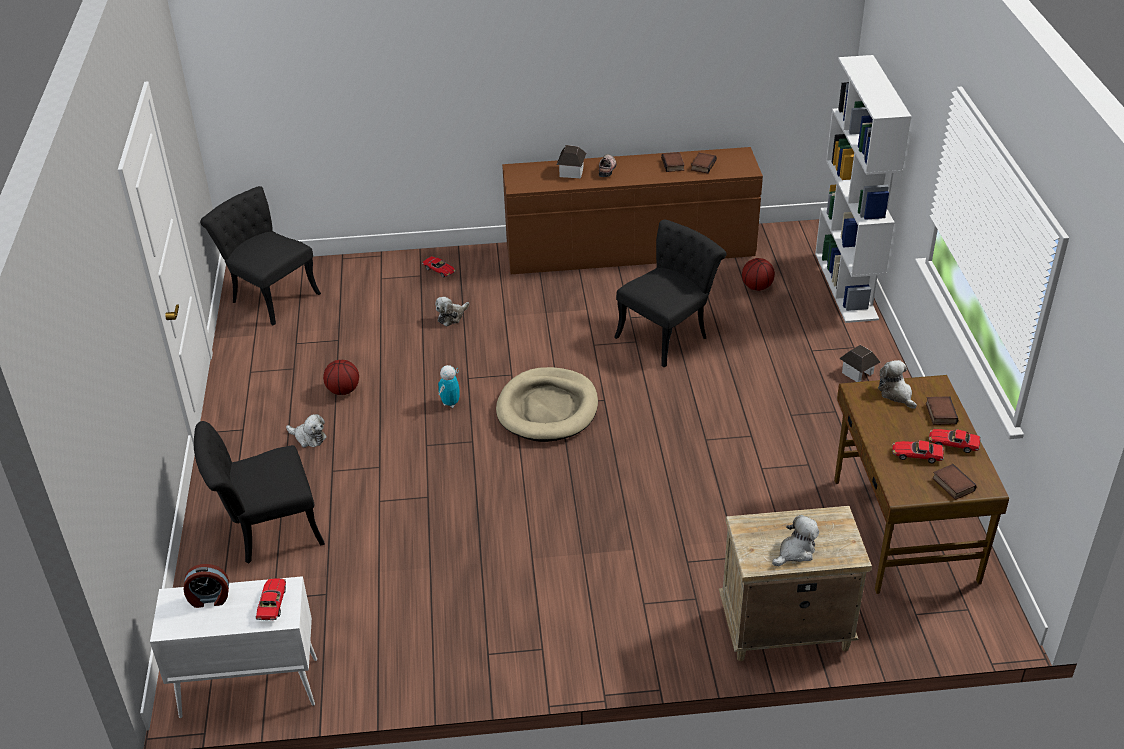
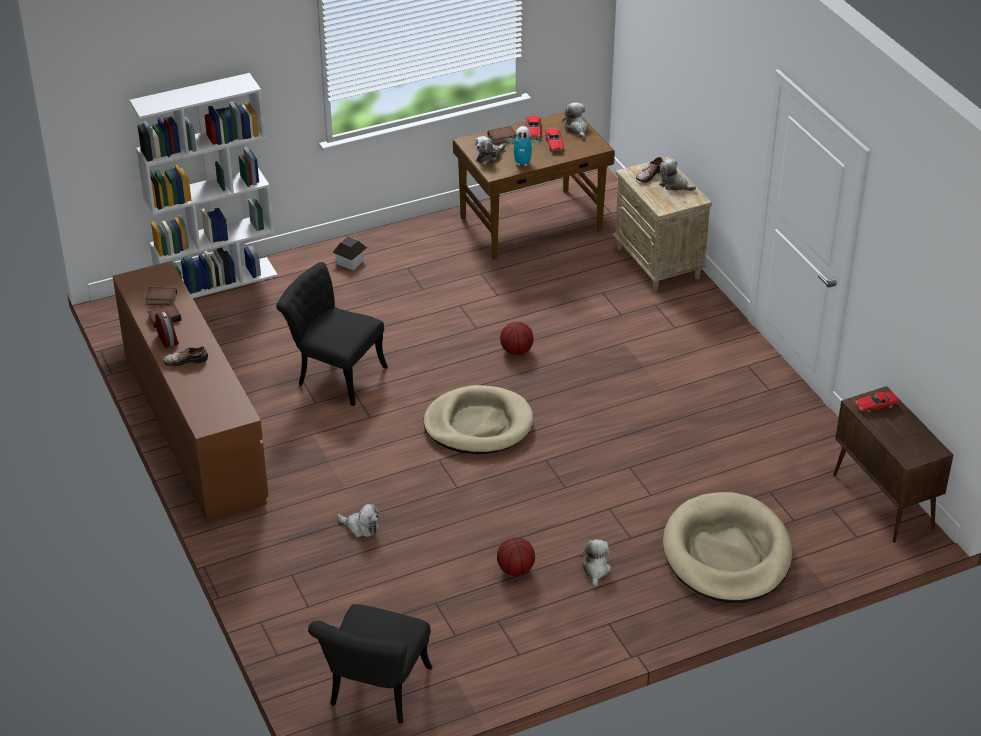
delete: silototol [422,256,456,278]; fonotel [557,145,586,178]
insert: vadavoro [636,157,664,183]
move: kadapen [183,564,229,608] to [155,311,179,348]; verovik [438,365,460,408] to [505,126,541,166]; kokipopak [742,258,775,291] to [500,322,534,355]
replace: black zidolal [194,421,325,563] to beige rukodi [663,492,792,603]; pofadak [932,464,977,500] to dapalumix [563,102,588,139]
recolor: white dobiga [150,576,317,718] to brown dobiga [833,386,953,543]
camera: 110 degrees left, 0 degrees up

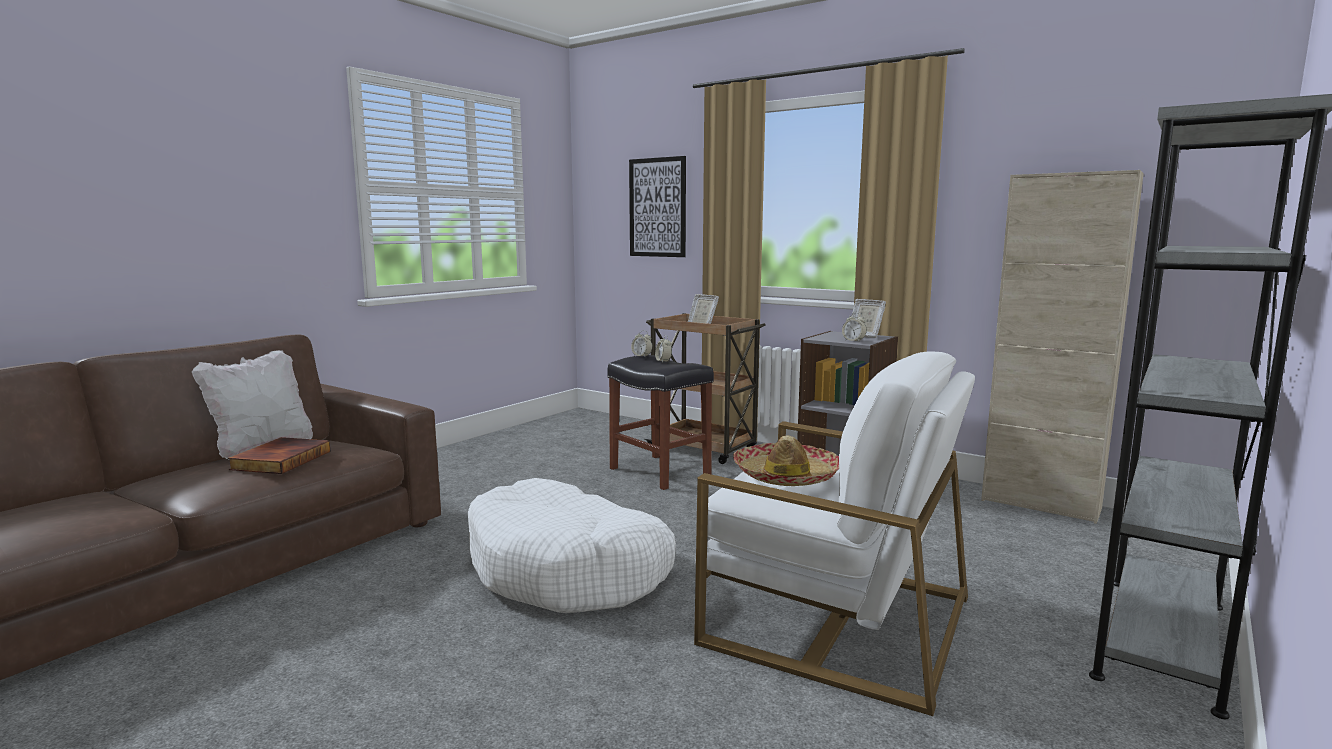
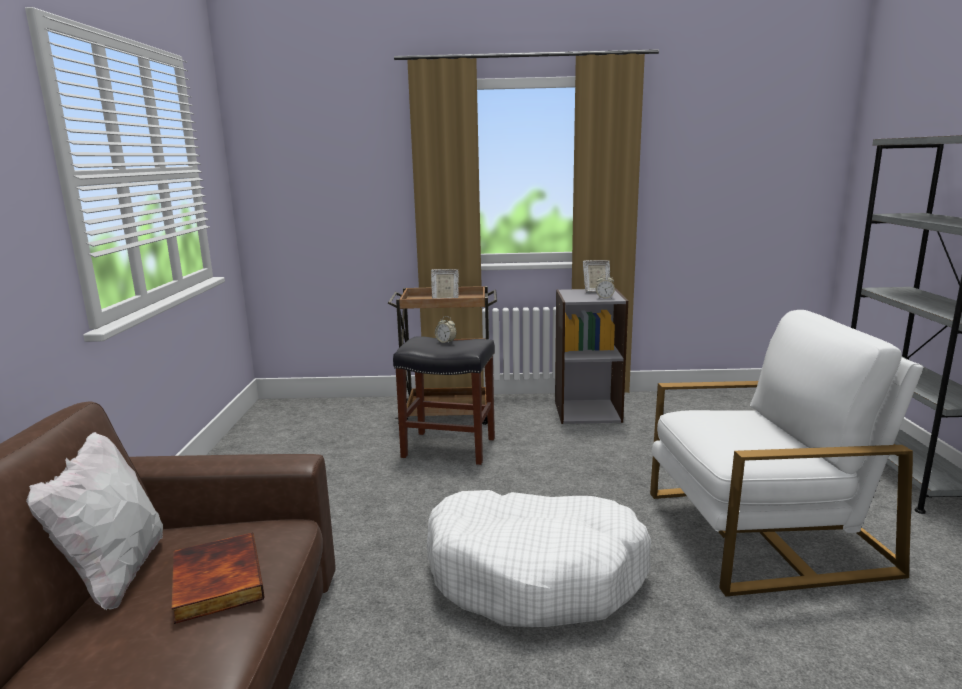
delete: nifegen [629,156,686,257]; kadapen [631,330,652,357]; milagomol [733,436,839,486]; beige dobiga [981,170,1144,524]
camera: 35 degrees left, 5 degrees up

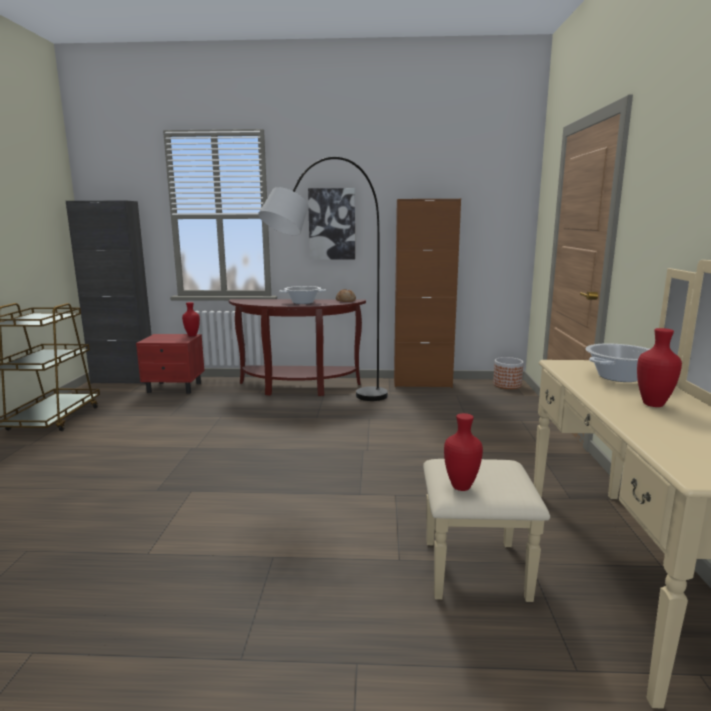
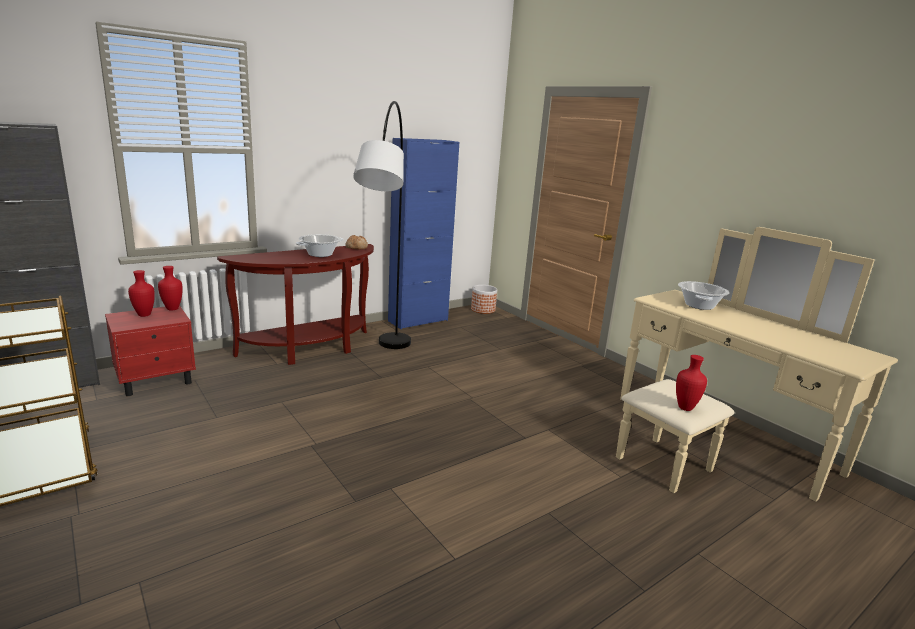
delete: nifegen [308,188,355,260]
move: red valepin [637,328,682,407] to [128,270,155,317]
recolor: brown dobiga [394,199,461,388] to blue dobiga [388,138,459,329]
camera: 40 degrees left, 5 degrees up

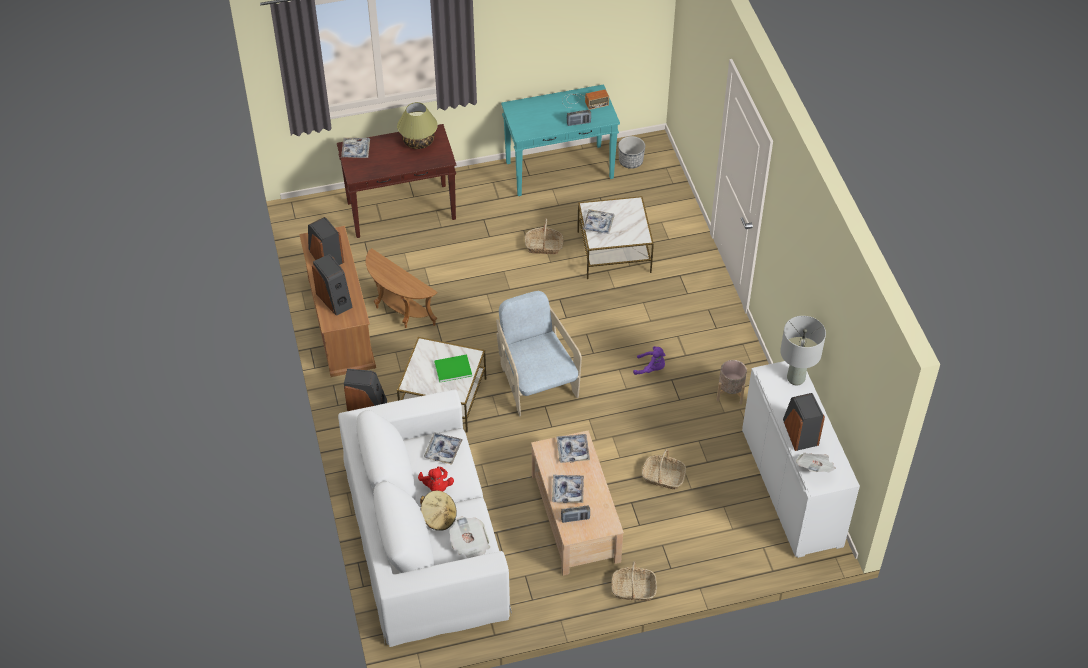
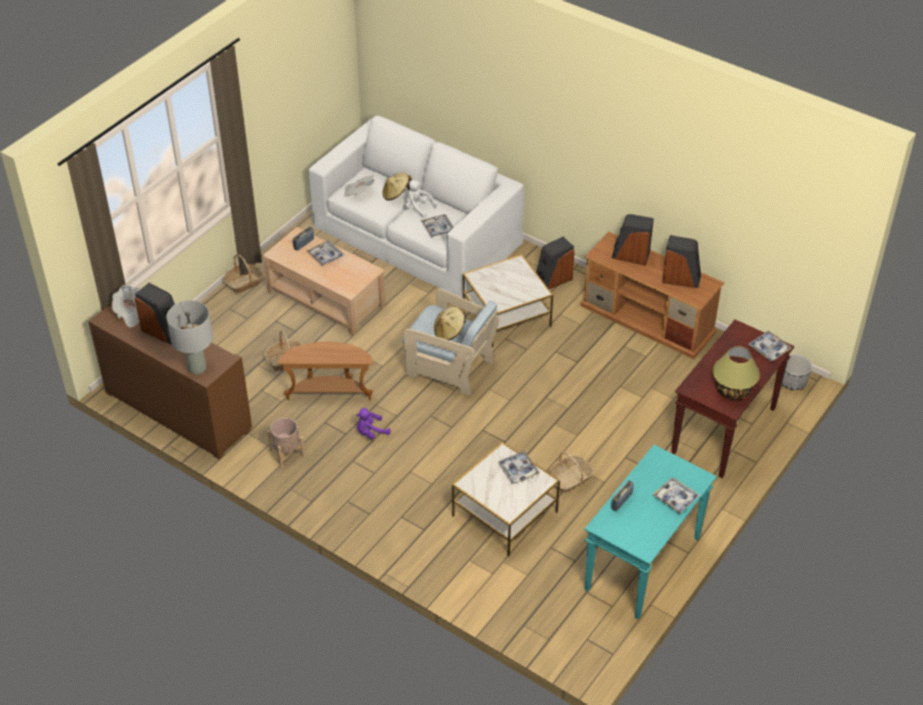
delete: green pofadak [434,354,472,383]; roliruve [562,89,609,110]
insert: beige milagomol [434,307,466,340]
move: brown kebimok [366,248,438,328] to [278,342,373,400]; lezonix [556,434,590,463] to [652,477,700,514]; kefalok [618,136,645,169] to [782,354,812,390]
recolor: red dapalumix [418,466,454,492] to white dapalumix [405,180,437,218]; white dobiga [742,361,860,558] to brown dobiga [88,303,252,459]
camera: 140 degrees right, 5 degrees down

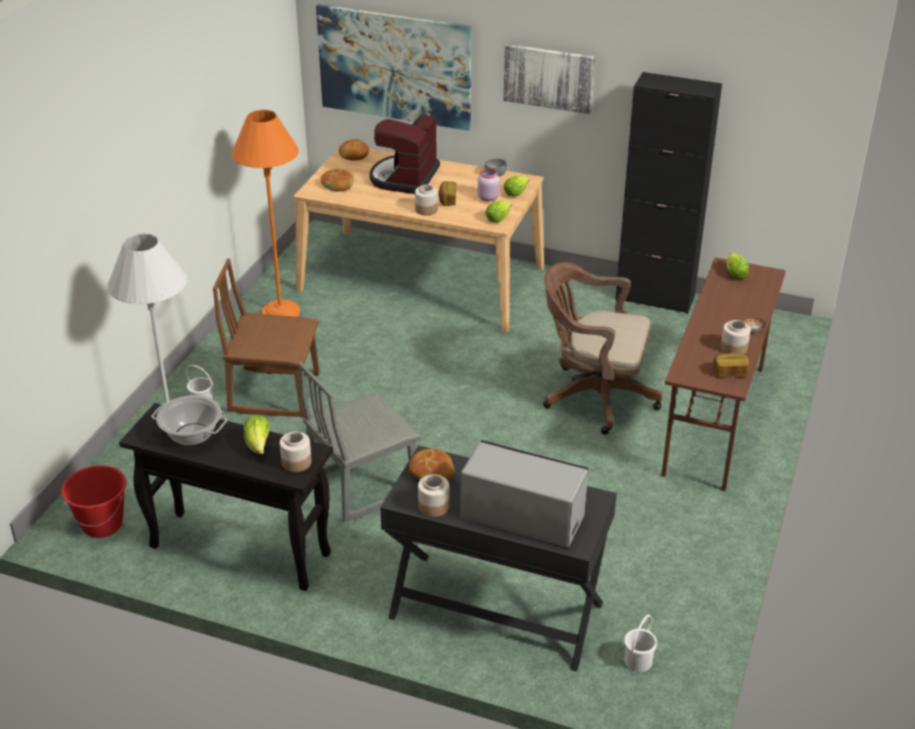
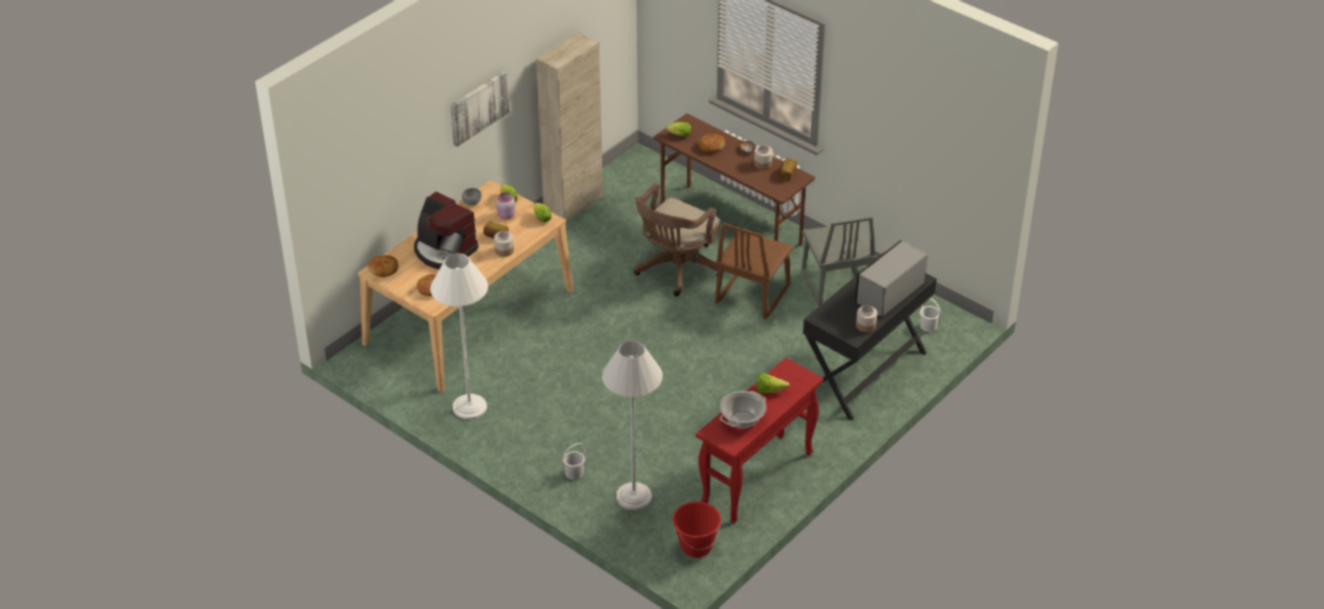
delete: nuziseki [280,432,312,472]; nifegen [316,4,471,131]
move: brown zidolal [213,258,319,417] to [715,223,794,320]; grey zidolal [299,362,421,522] to [802,216,876,306]; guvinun [409,449,455,480] to [698,134,725,153]
recolor: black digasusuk [119,403,333,591] to red digasusuk [696,358,824,523]; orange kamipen [231,110,300,317] to white kamipen [430,253,488,419]; black dobiga [616,72,722,314] to beige dobiga [536,32,603,222]
camera: 70 degrees left, 5 degrees up

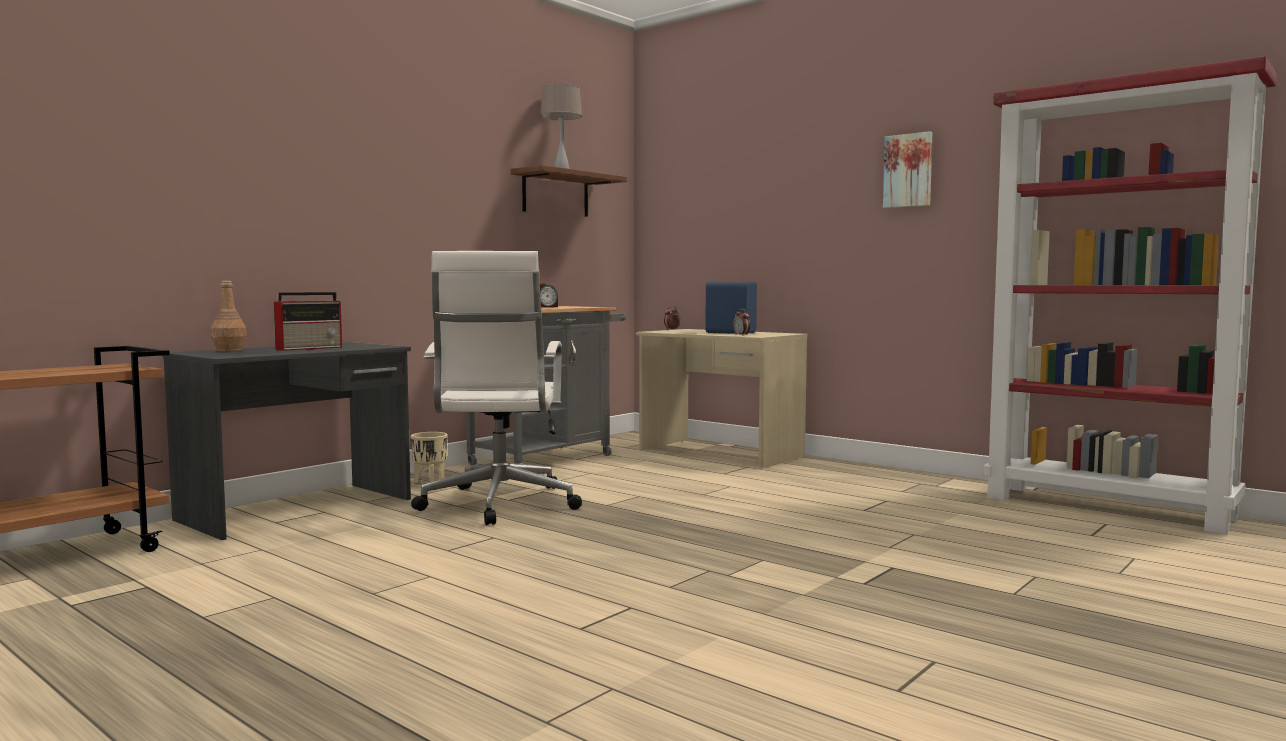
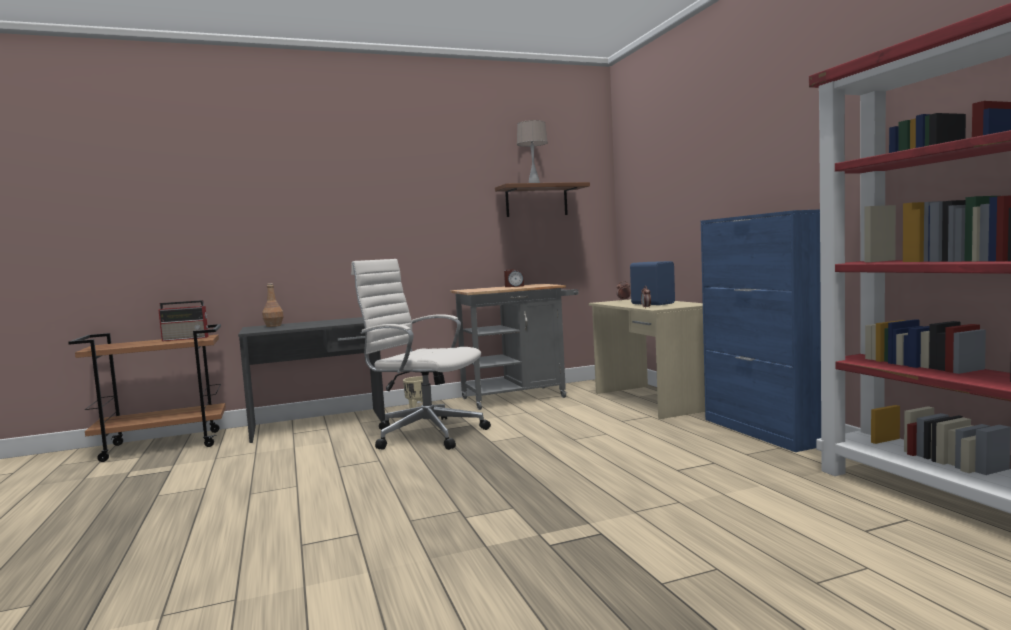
delete: nifegen [883,131,932,208]
insert: blue dobiga [701,209,821,452]
move: roliruve [274,292,342,351] to [159,300,209,341]
rotate: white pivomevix [411,251,582,525] = [351,259,491,450] 90 degrees clockwise
camera: 30 degrees right, 0 degrees up

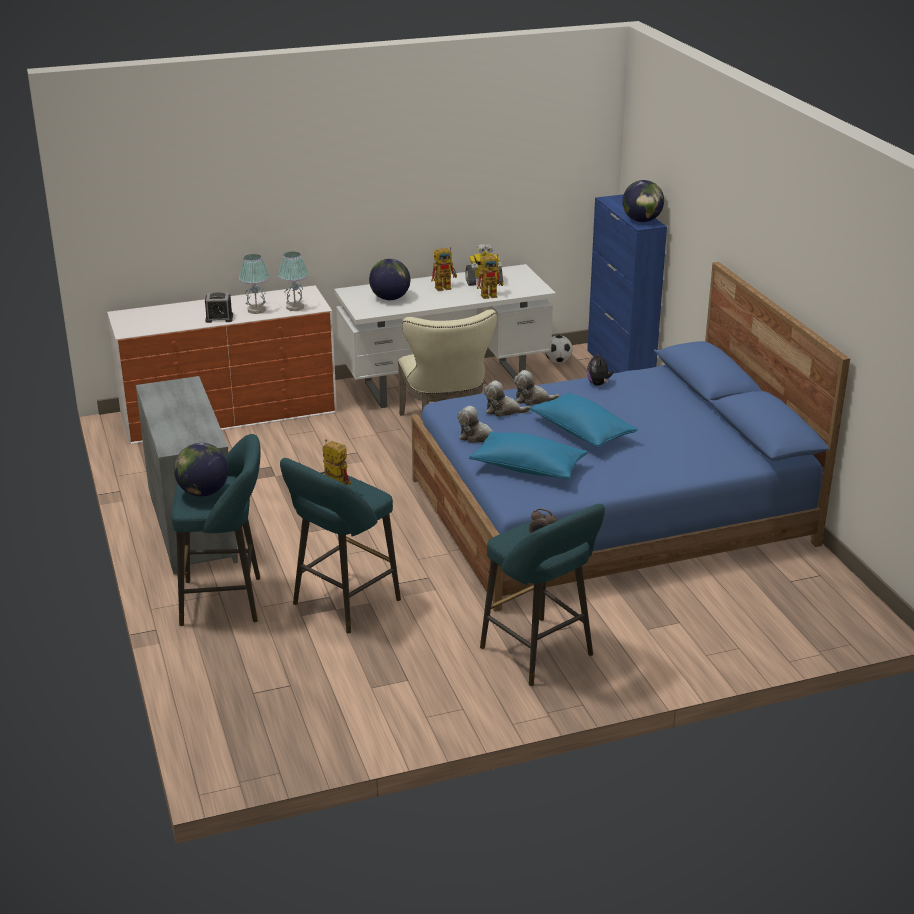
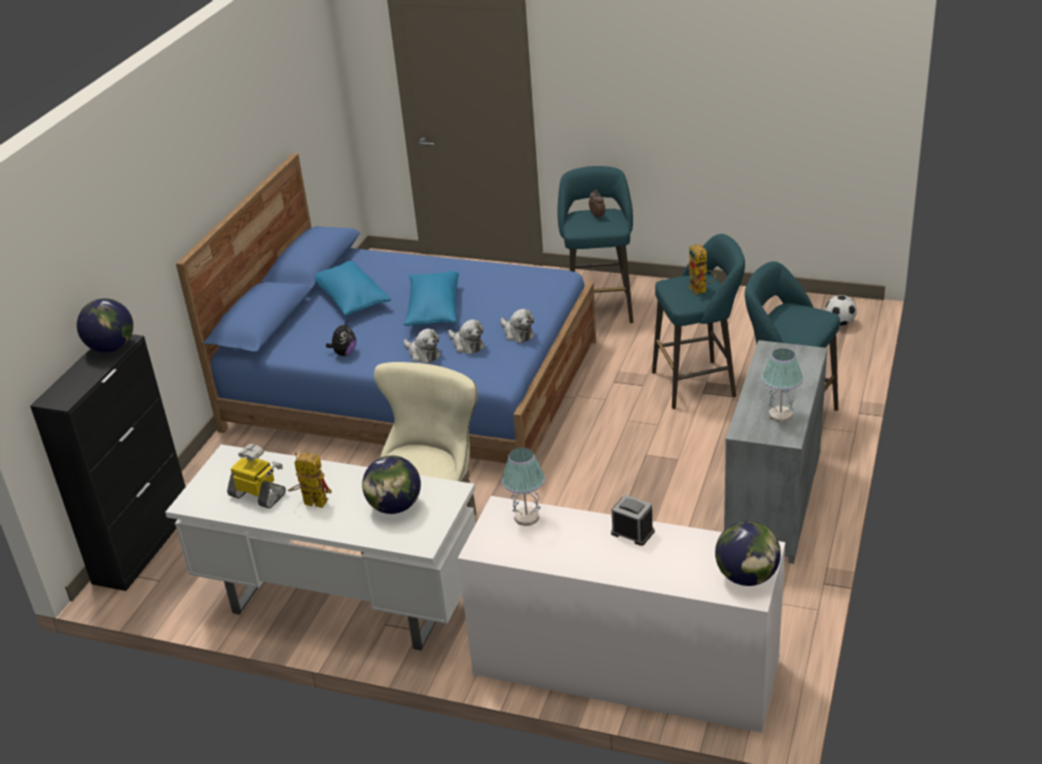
delete: verovik [477,254,503,299]
move: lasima [174,443,229,497] to [715,521,781,586]; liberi [239,254,270,314] to [762,348,803,423]; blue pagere [469,431,588,480] to [315,261,391,316]; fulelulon [545,335,572,363] to [825,295,857,326]
recolor: blue dobiga [587,194,667,373] to black dobiga [30,334,186,591]
camera: 140 degrees left, 5 degrees up

